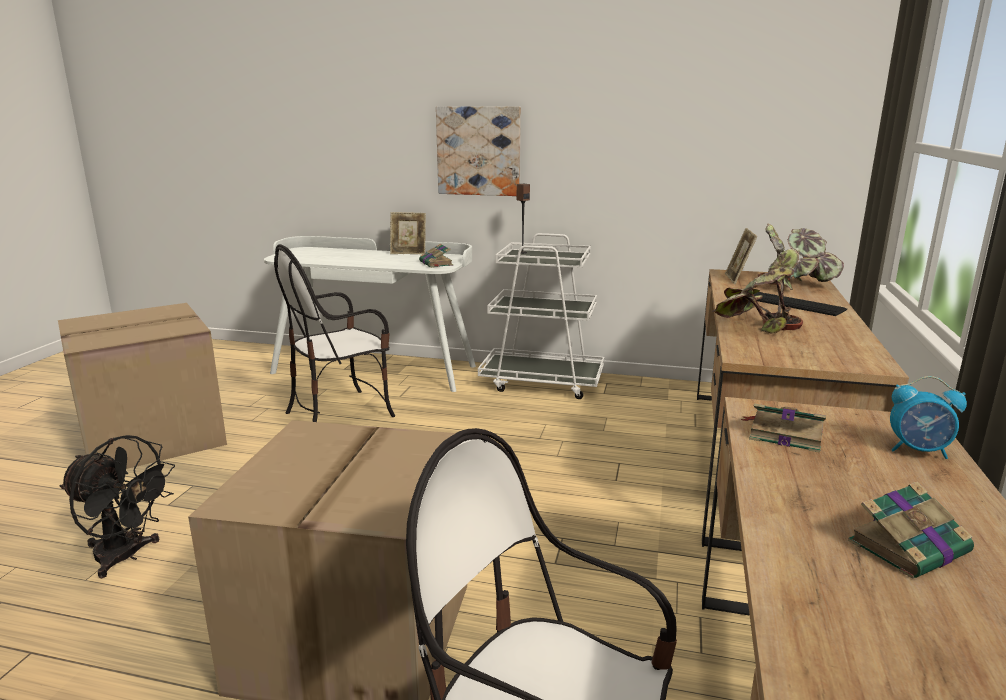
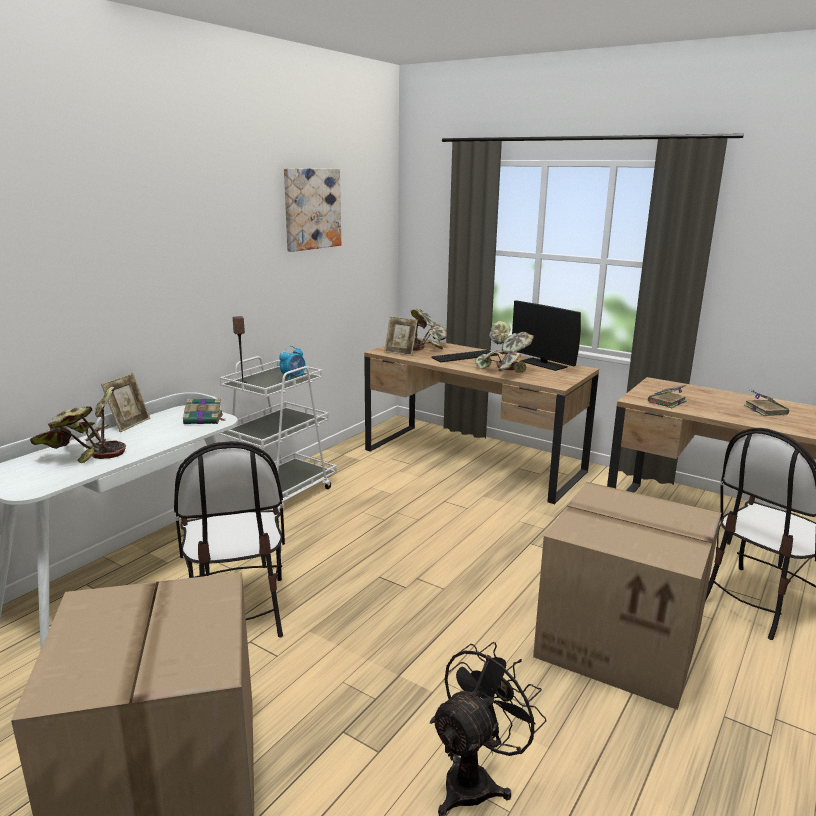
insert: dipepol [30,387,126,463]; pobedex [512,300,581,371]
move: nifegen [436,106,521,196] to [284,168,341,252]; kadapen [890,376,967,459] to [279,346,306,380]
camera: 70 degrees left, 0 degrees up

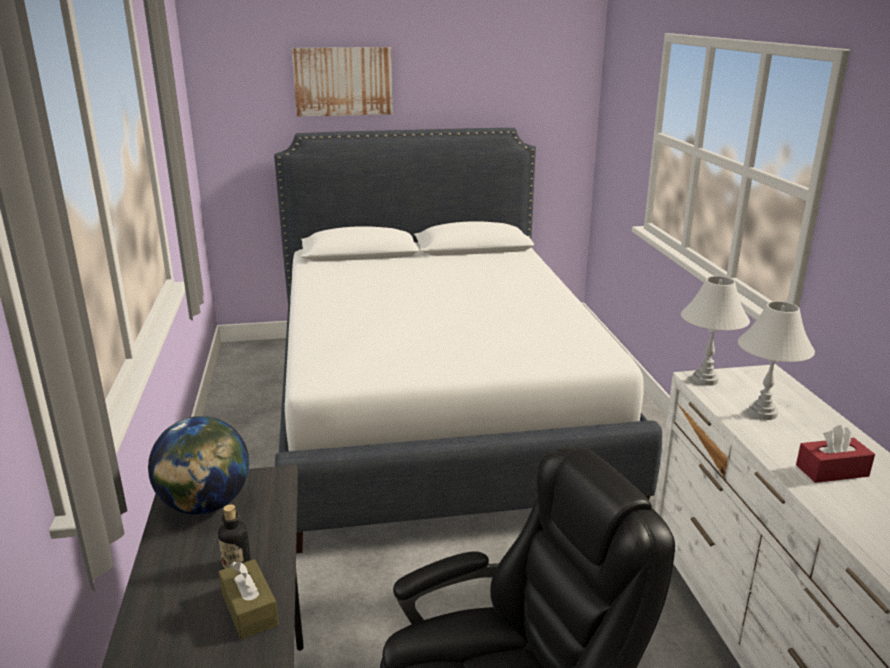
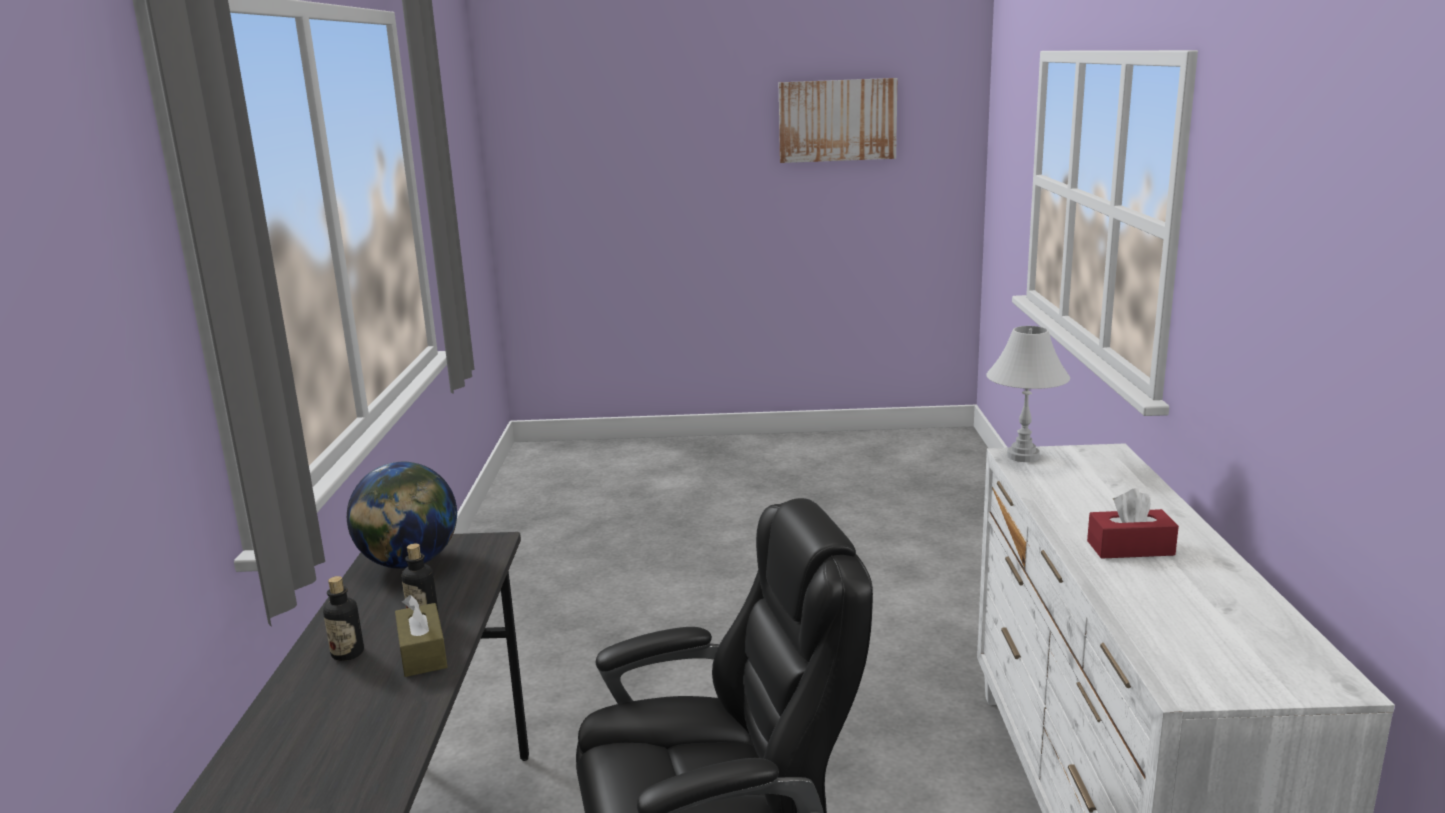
delete: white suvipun [274,128,662,553]; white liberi [738,301,815,420]
insert: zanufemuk [323,576,364,661]
move: nifegen [292,47,393,117] to [779,78,897,163]
camera: 10 degrees right, 5 degrees down

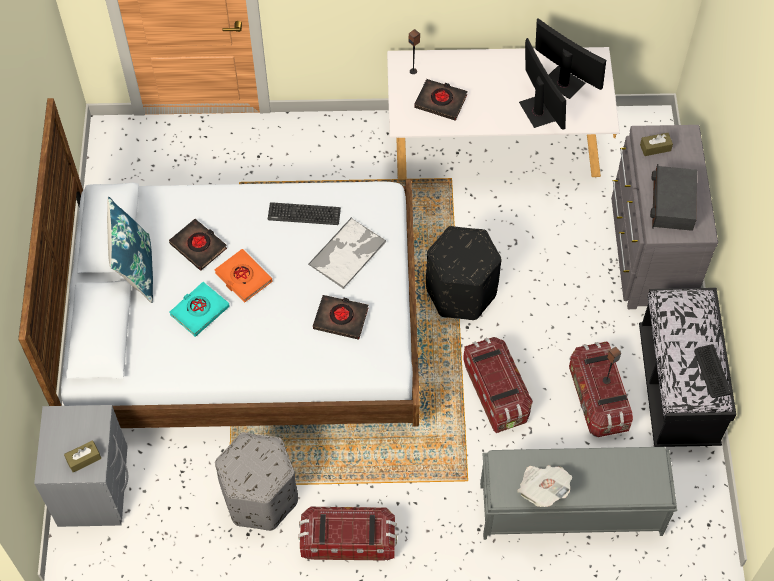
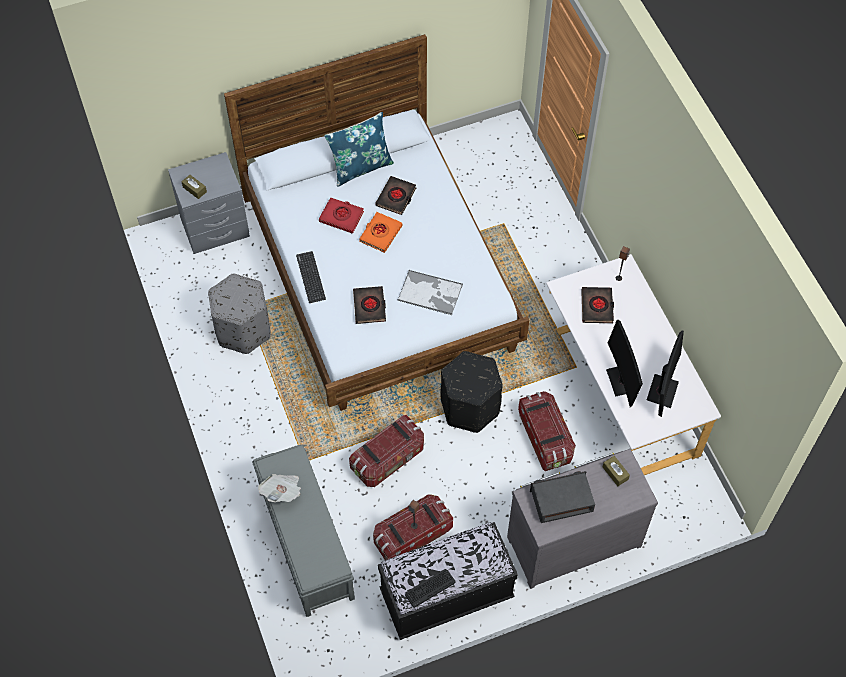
move: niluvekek [268,202,341,225] to [296,251,326,303]; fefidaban [298,507,397,561] to [518,391,576,471]
recolor: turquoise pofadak [169,282,230,337] to red pofadak [319,197,364,233]
rotate: pobedex [519,38,566,130] = [606,320,643,407] 120 degrees clockwise
camera: 70 degrees right, 0 degrees up

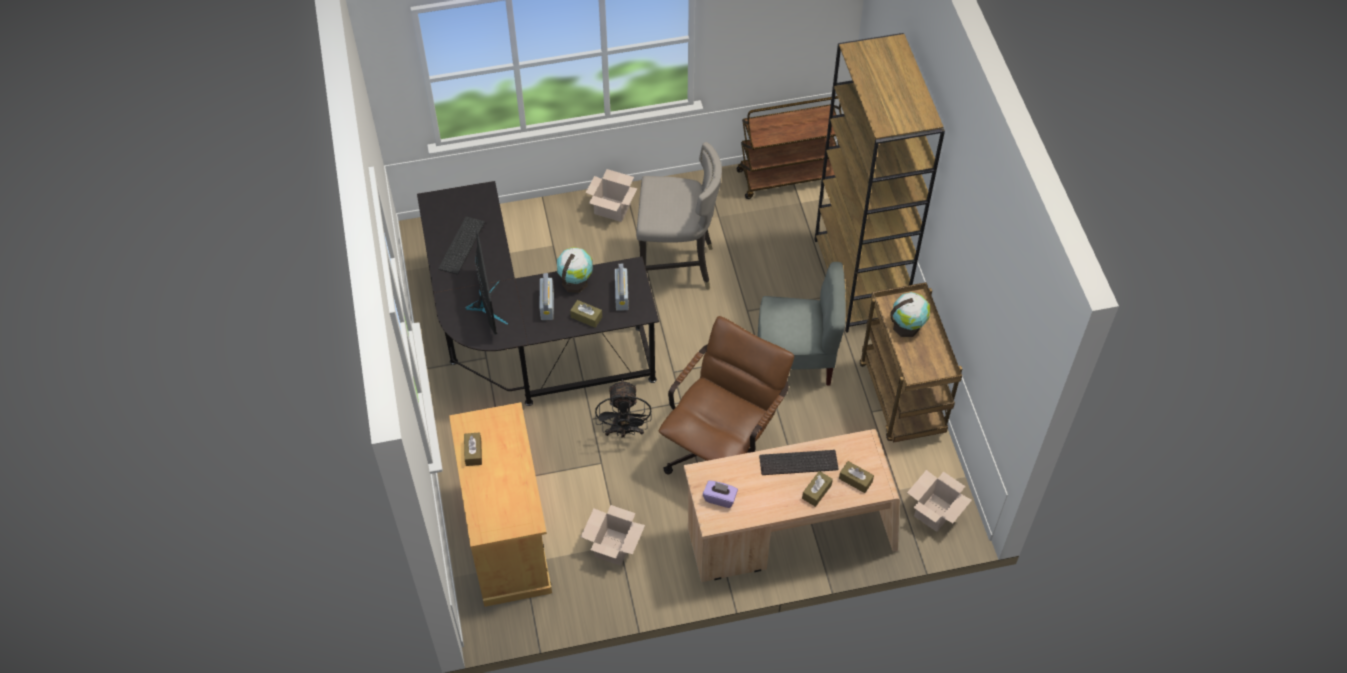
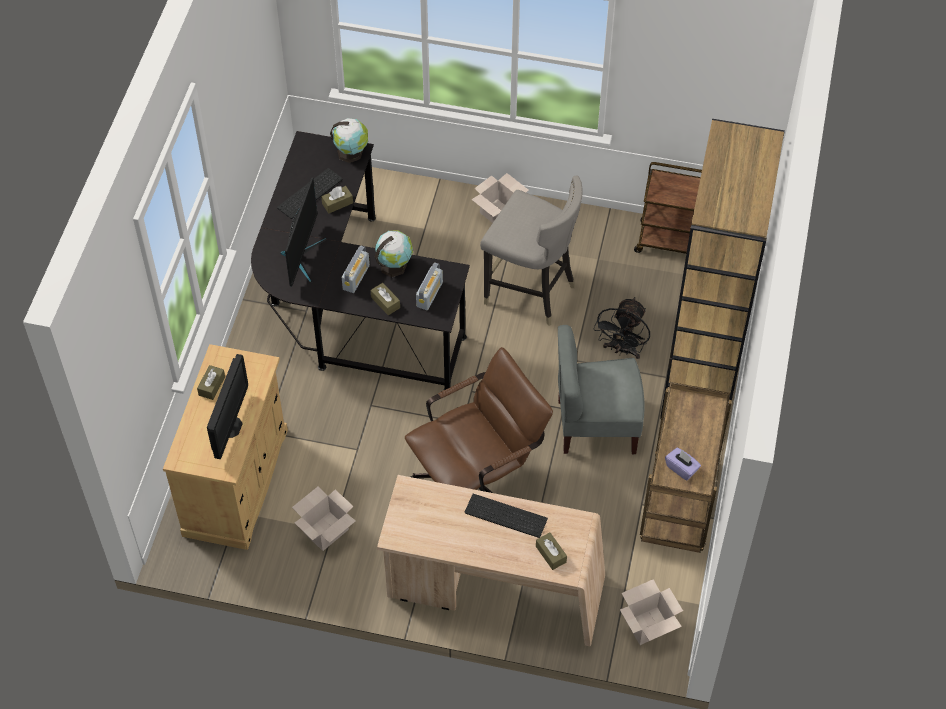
insert: pobedex [207,354,248,459]
move: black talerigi [595,379,652,438] to [593,297,650,359]; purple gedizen [703,480,738,508] to [665,447,701,481]; brown gedizen [802,471,833,507] to [321,186,353,213]; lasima [890,292,930,337] to [330,118,368,163]
rotate: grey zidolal [758,262,846,385] = [558,325,645,454] 150 degrees clockwise
camera: 25 degrees right, 0 degrees up

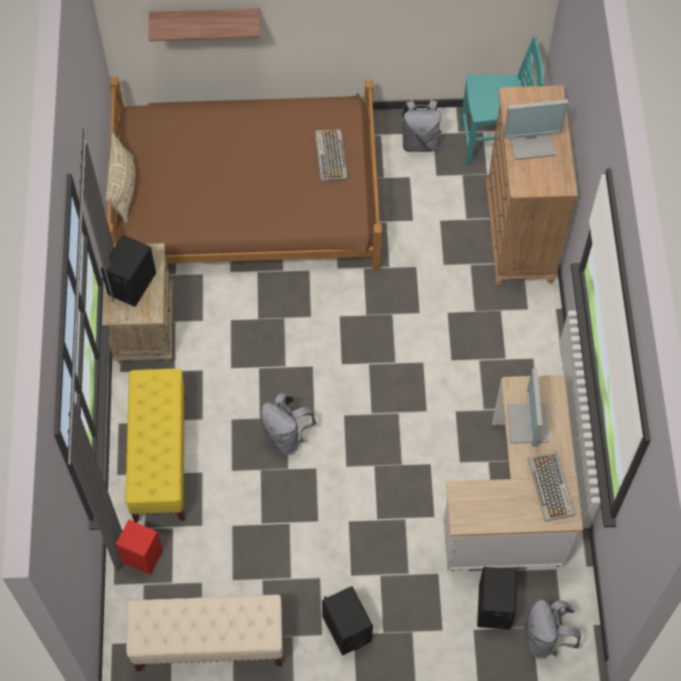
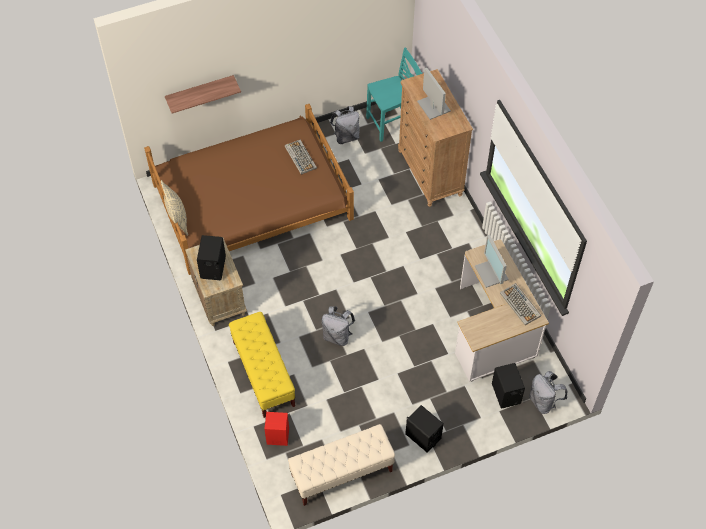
rotate: pobedex [503,99,569,160] = [417,68,451,120] 90 degrees counterclockwise
camera: 20 degrees left, 5 degrees down

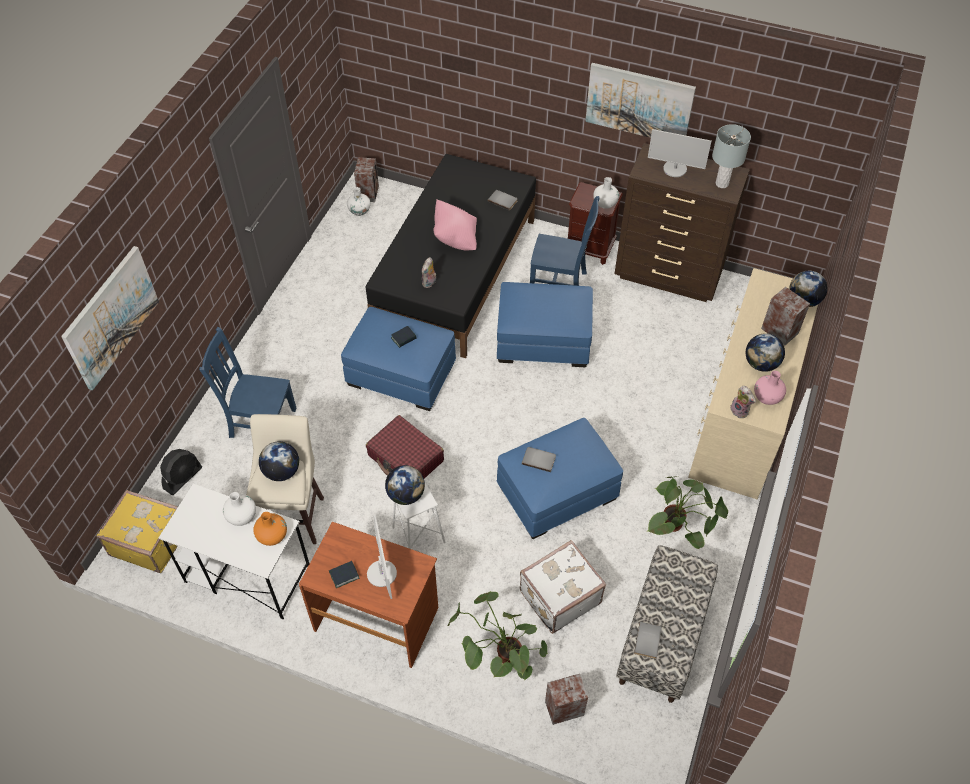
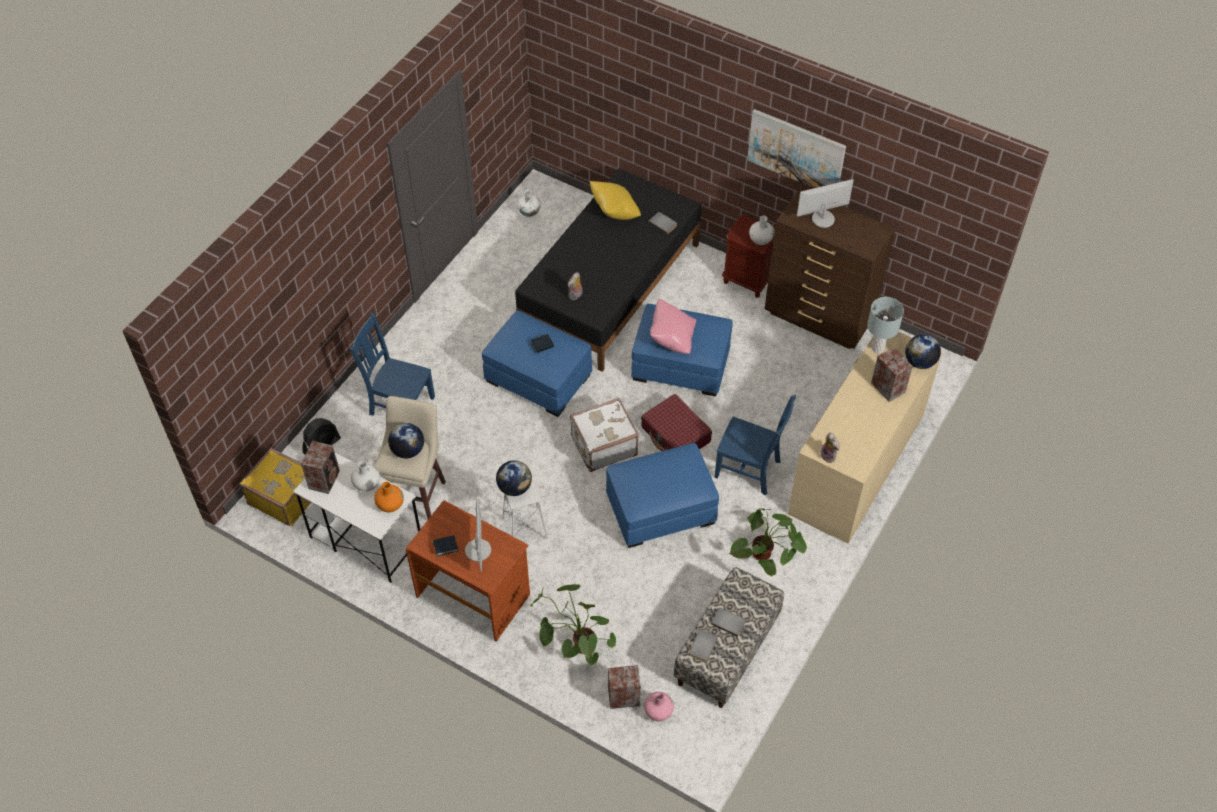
delete: nifegen [61,246,159,391]; lasima [746,333,785,372]
insert: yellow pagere [590,181,641,220]
move: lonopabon [354,157,379,202] to [301,441,340,494]; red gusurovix [366,415,444,479] to [641,394,712,451]; pink pagere [433,199,477,250] to [650,298,696,354]; white gusurovix [520,540,606,634] to [570,398,639,472]; grey pofadak [522,447,556,472] to [711,608,746,637]; blue zidolal [530,196,600,286] to [714,395,796,496]; grey liberi [712,124,751,188] to [867,297,904,353]; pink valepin [754,371,786,405] to [644,692,674,721]
rotate: pobedex [648,129,712,177] = [797,179,854,228] 135 degrees clockwise
camera: 10 degrees right, 0 degrees up

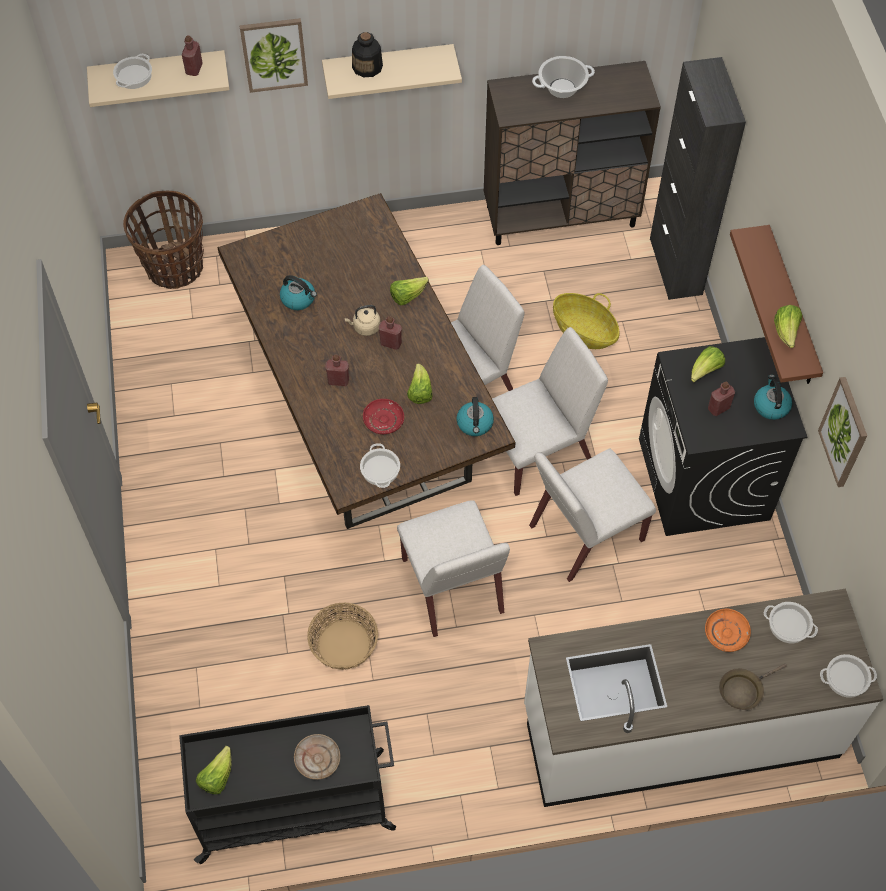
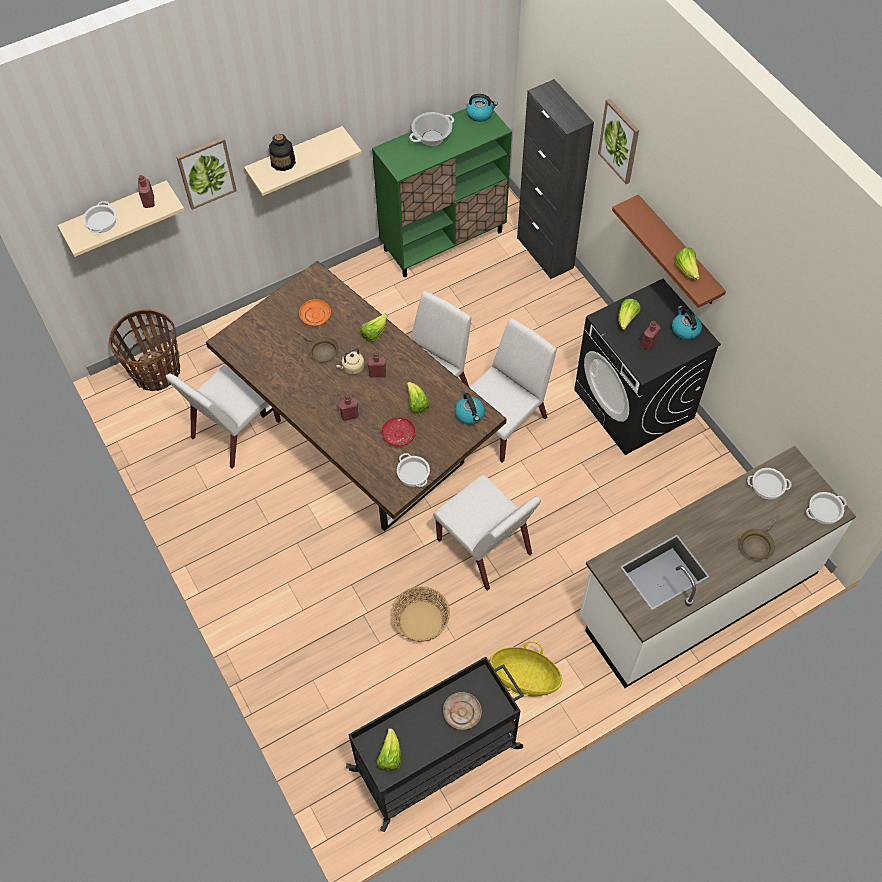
insert: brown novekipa [295,330,339,362]
move: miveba [280,275,317,310] to [466,94,498,122]; white zidolal [529,448,656,582] to [166,364,281,468]; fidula [553,293,620,349] to [490,641,562,696]; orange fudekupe [705,609,751,652] to [299,299,331,326]; nifegen [818,377,867,487] to [598,99,639,184]
recolor: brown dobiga [484,61,661,245] to green dobiga [372,108,512,277]
camera: 20 degrees left, 0 degrees up

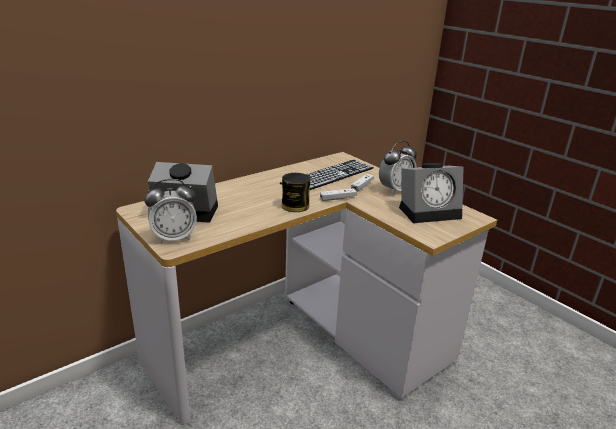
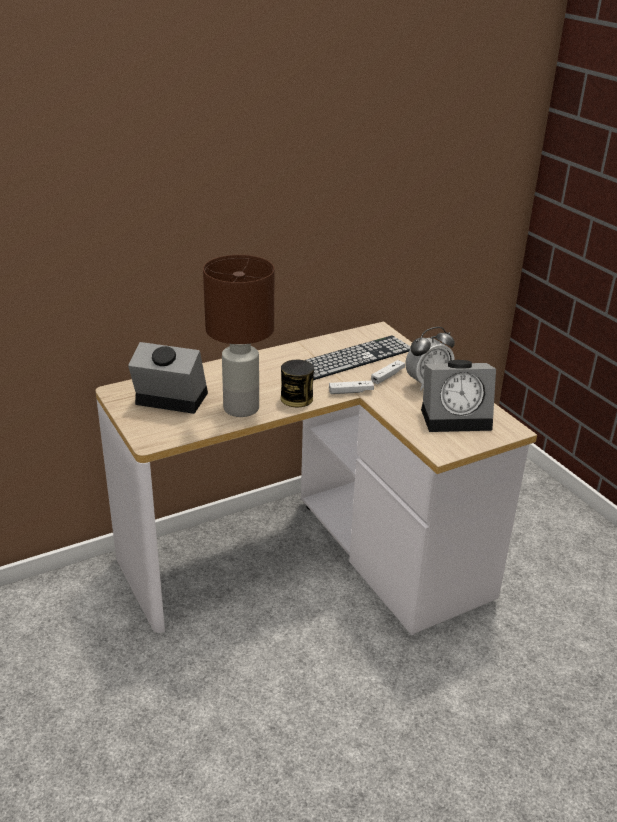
delete: kadapen [144,179,197,244]
insert: brown liberi [203,255,274,417]
camera: 10 degrees right, 5 degrees up

